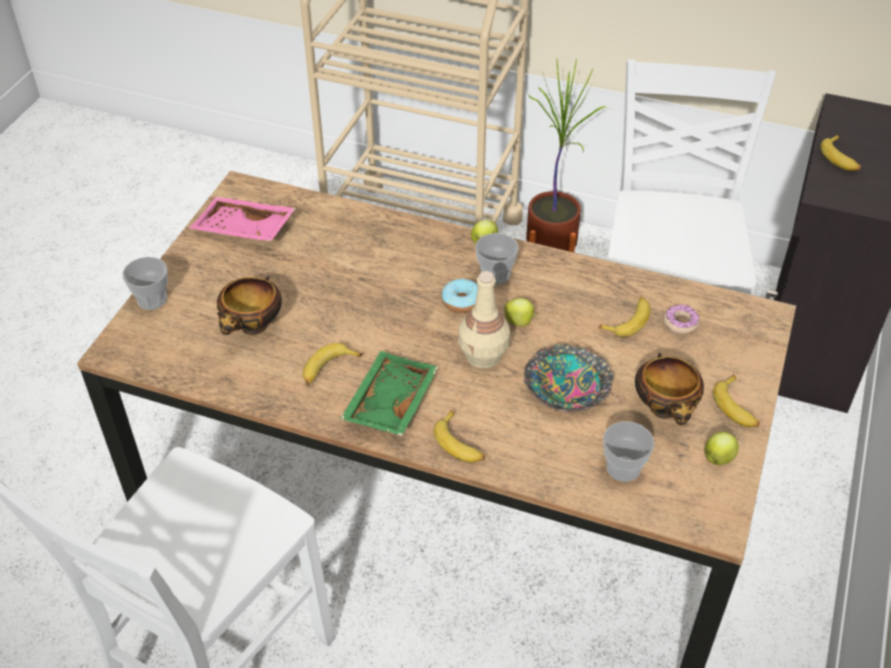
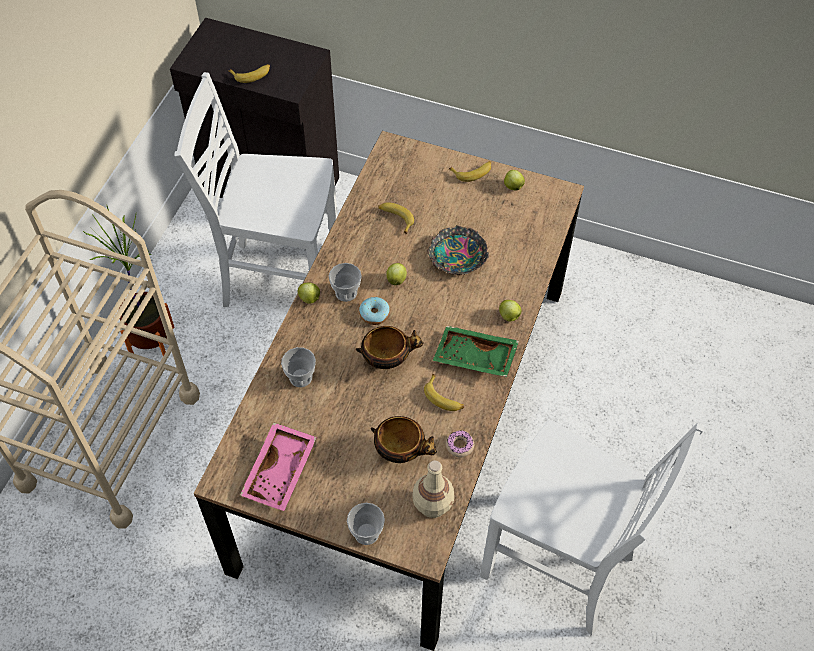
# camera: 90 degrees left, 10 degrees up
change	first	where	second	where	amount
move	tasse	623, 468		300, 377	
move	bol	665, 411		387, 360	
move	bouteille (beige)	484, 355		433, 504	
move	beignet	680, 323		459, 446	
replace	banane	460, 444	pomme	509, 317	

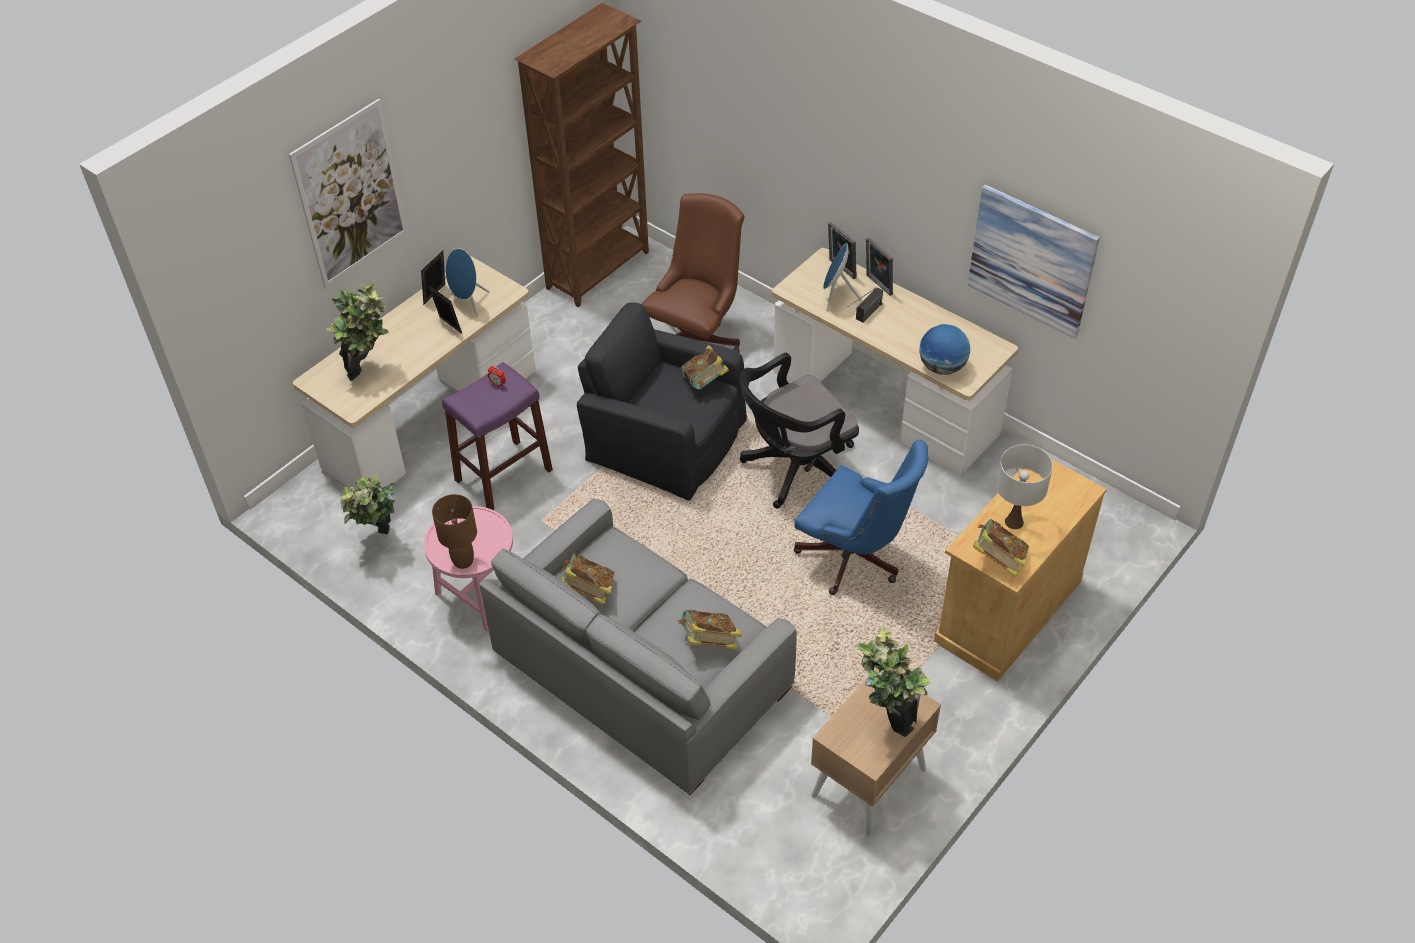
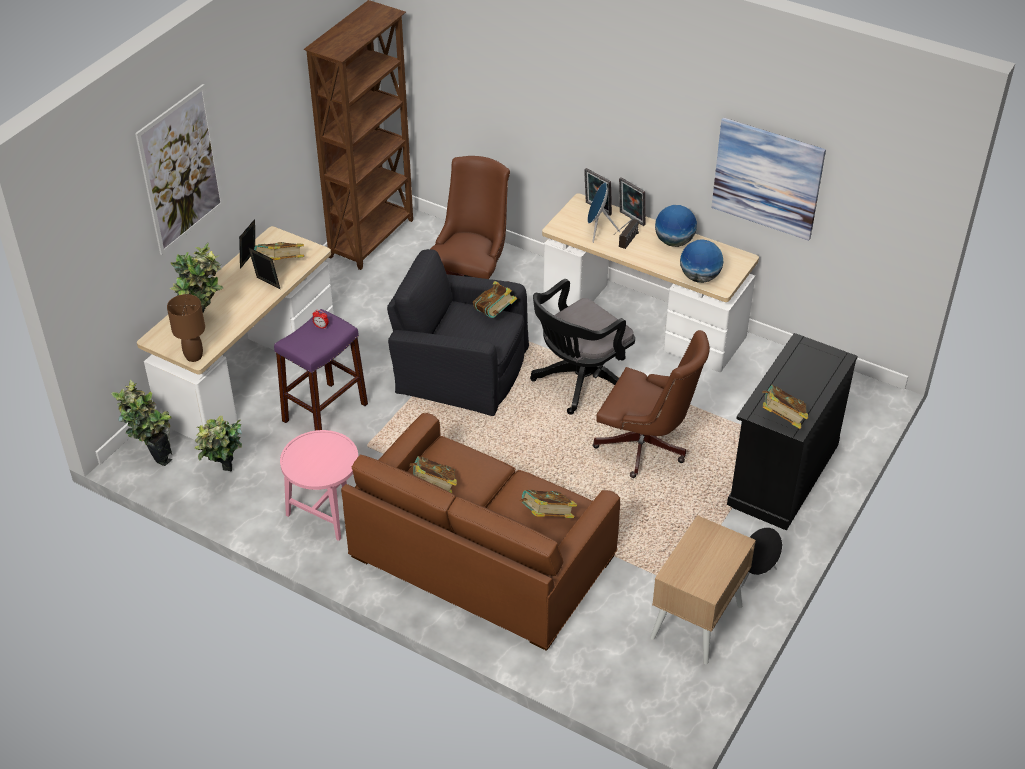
# camera: 10 degrees left, 5 degrees down
change	first	where	second	where	amount
move	plante en pot	886, 719		153, 456	
move	lampe de table (marron)	463, 561		194, 356	
replace	enceinte (bleu)	468, 303	livre	280, 264	
recolor	canapé (gris)	639, 670	canapé (marron)	481, 556	
recolor	chaise de bureau (bleu)	855, 559	chaise de bureau (marron)	646, 448	
insert			globe	674, 242	
recolor	meuble de rangement (beige)	1007, 611	meuble de rangement (noir)	783, 474	
insert			enceinte (noir)	756, 575	
delete	lampe de table (blanc)	1014, 522			

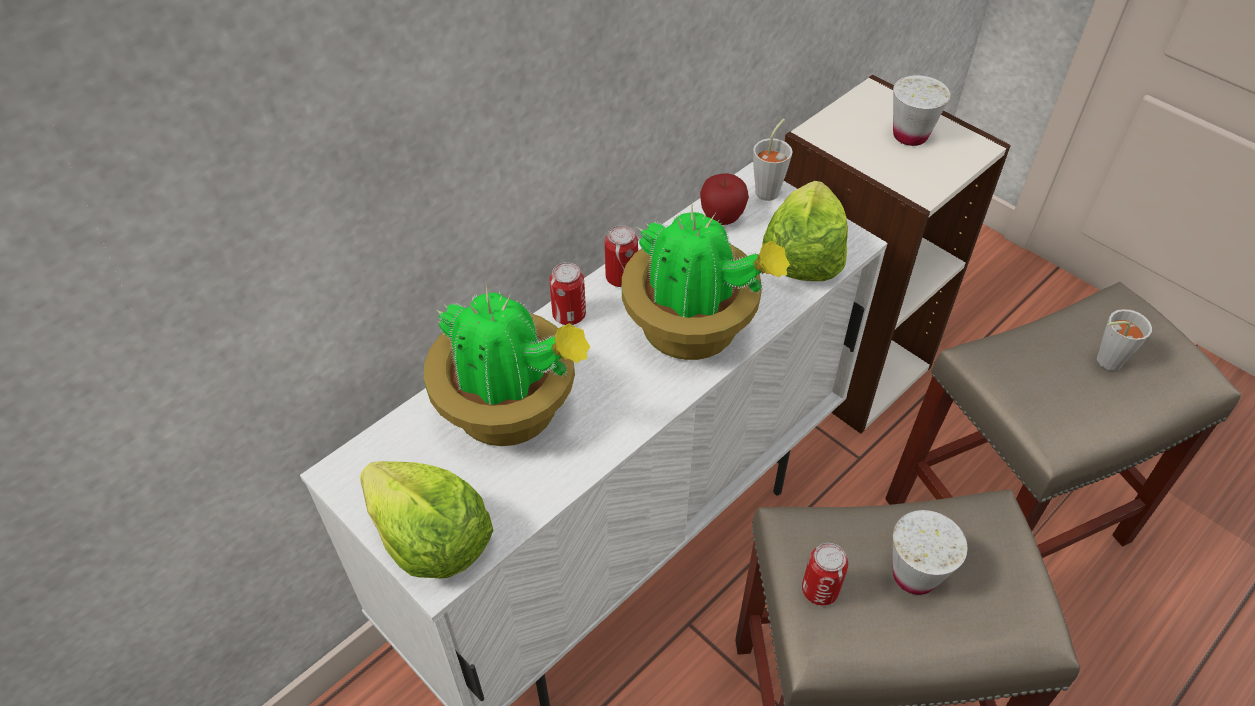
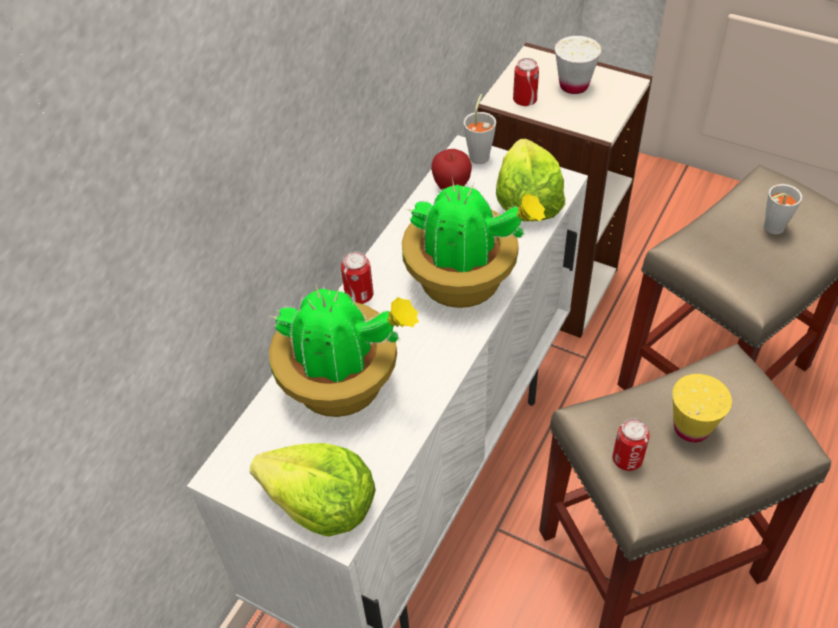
# camera: 15 degrees left, 0 degrees up
change	first	where	second	where	amount
move	boîte métallique	621, 278		525, 100	
recolor	tasse (blanc)	914, 575	tasse (jaune)	691, 428	

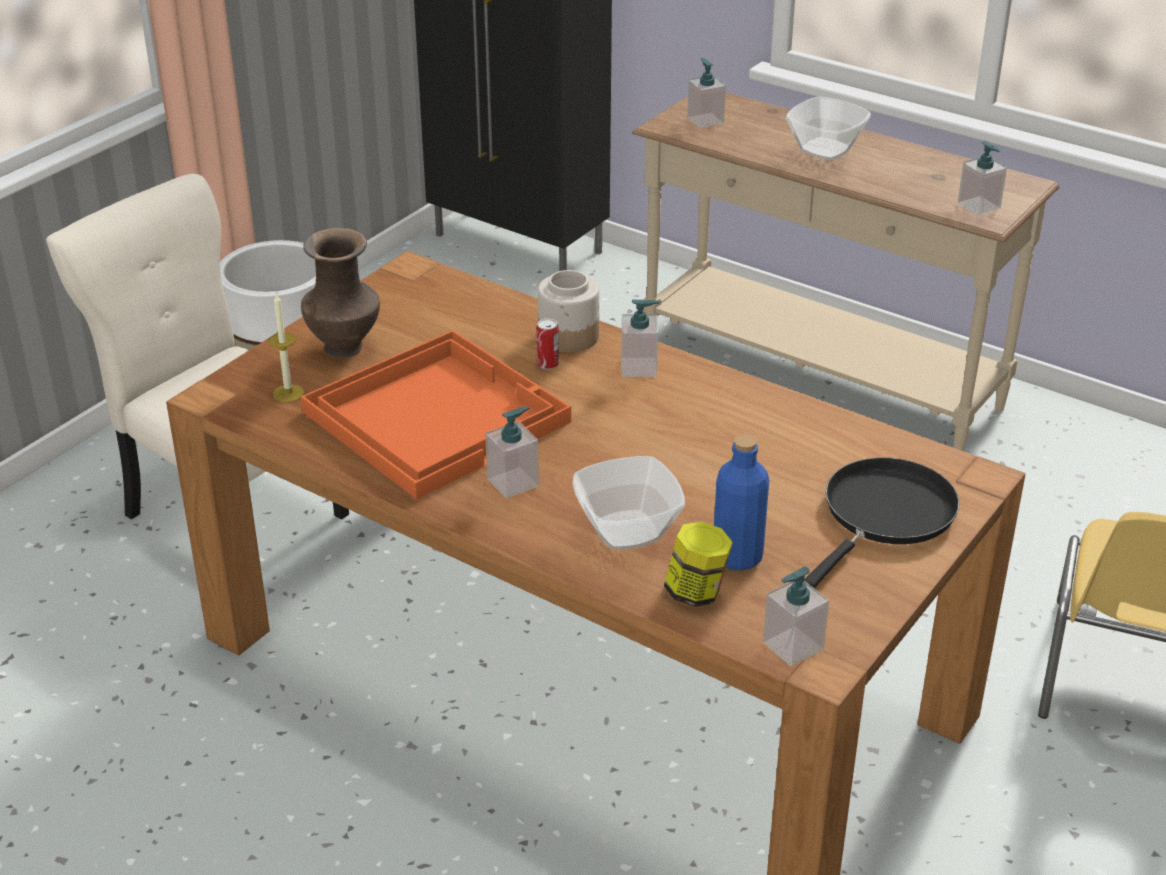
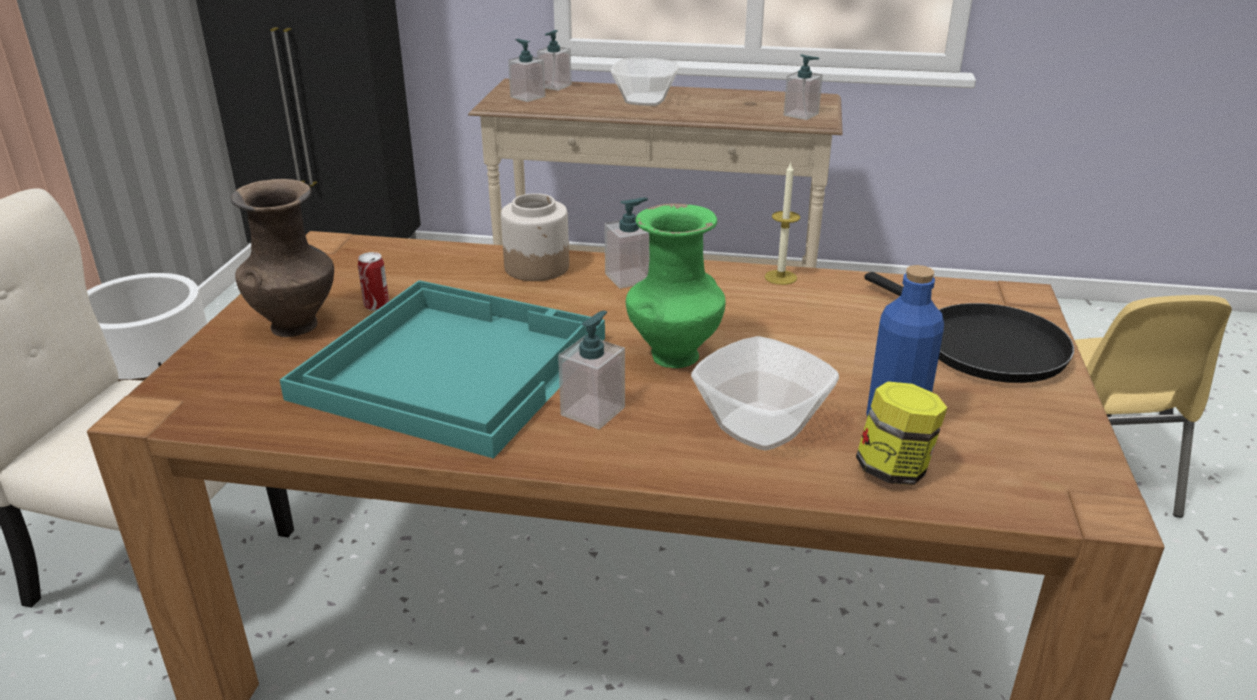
# camera: 25 degrees left, 5 degrees down
change	first	where	second	where	amount
recolor	plateau (orange)	436, 415	plateau (turquoise)	451, 366	
move	boîte métallique	547, 364		376, 305	
move	distributeur de savon	792, 646		555, 86	
insert			vase (vert)	673, 357	
move	bougie	288, 393		780, 277	
rotate	poêle (noir)	885, 515		983, 346	135 degrees clockwise

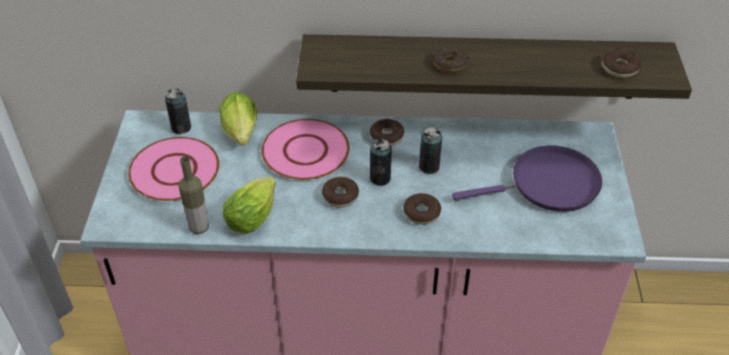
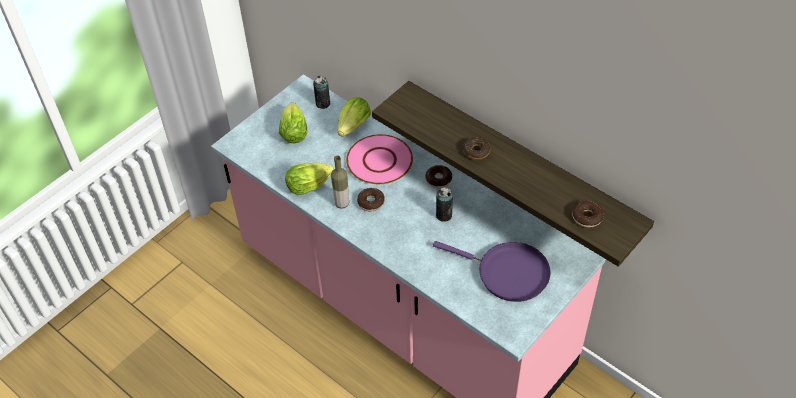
# camera: 40 degrees right, 5 degrees up
change	first	where	second	where	amount
replace	assiette (rose)	174, 171	laitue	294, 131	
move	bouteille	199, 227		342, 203	
delete	boîte métallique	380, 178			
delete	beignet	421, 213			

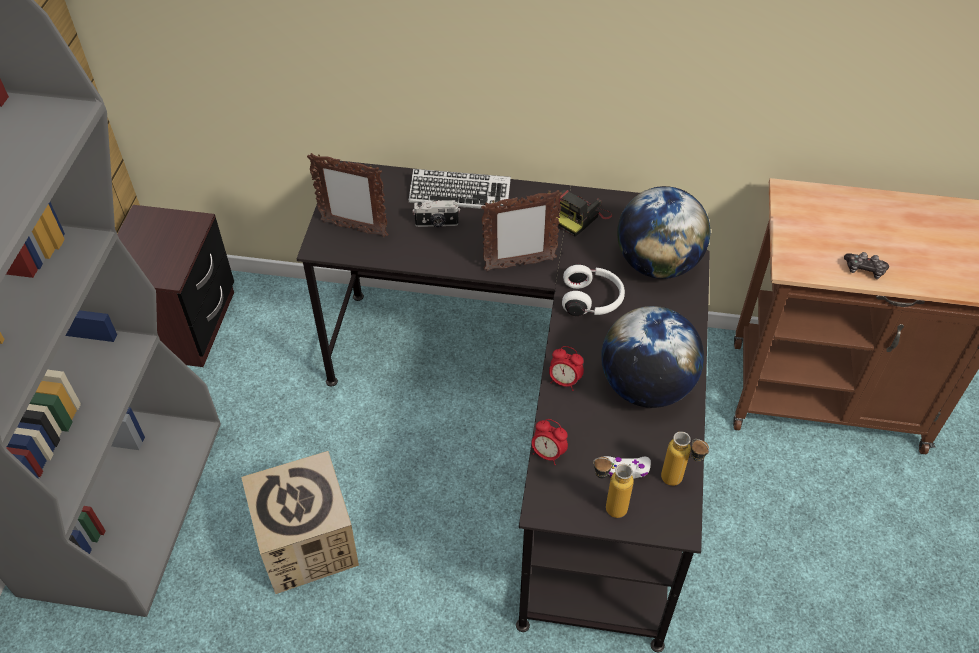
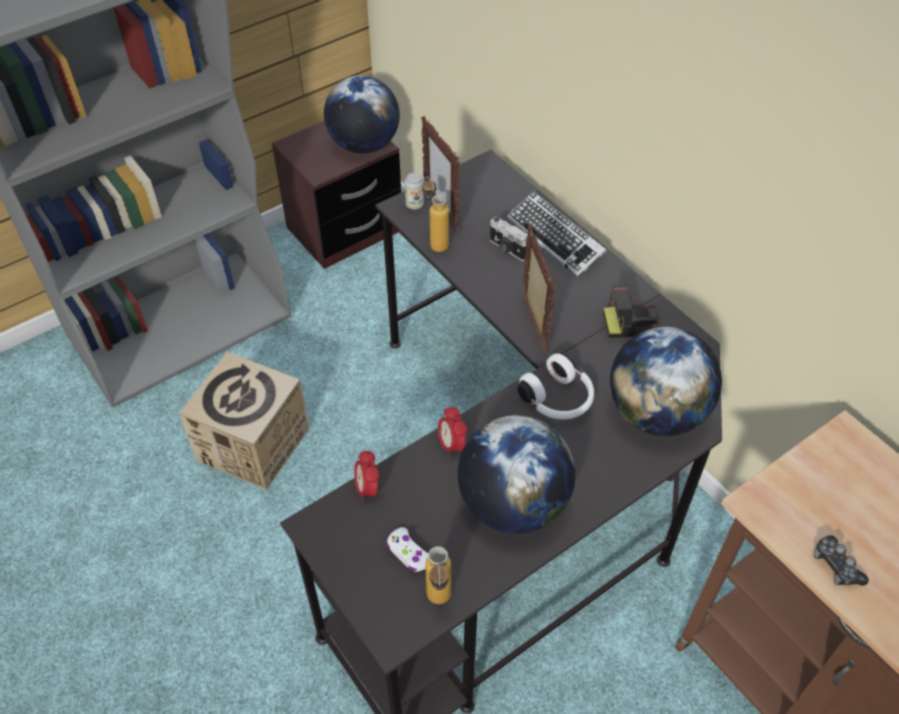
# camera: 45 degrees right, 0 degrees up
change	first	where	second	where	amount
insert			globe	364, 145	
insert			boîte métallique	414, 204	
move	bouteille	607, 507		435, 241	
rotate	cadre photo	519, 265		533, 327	135 degrees counterclockwise

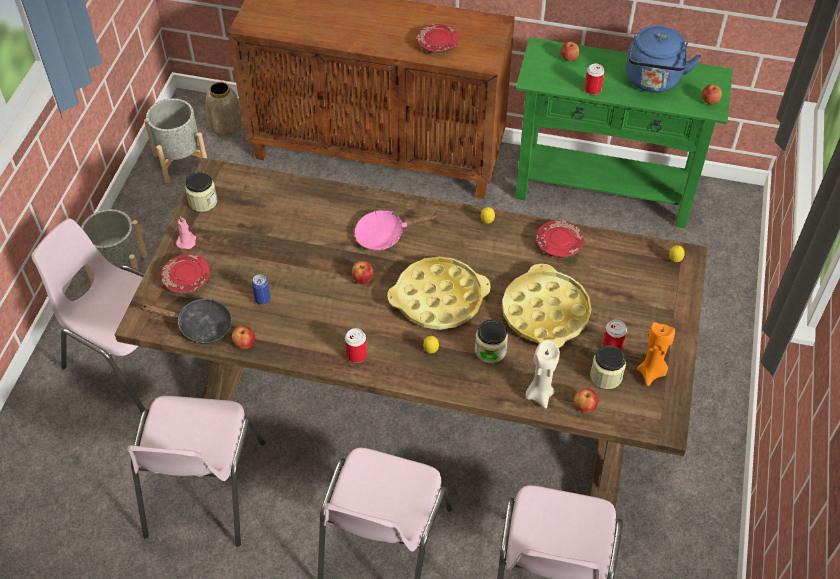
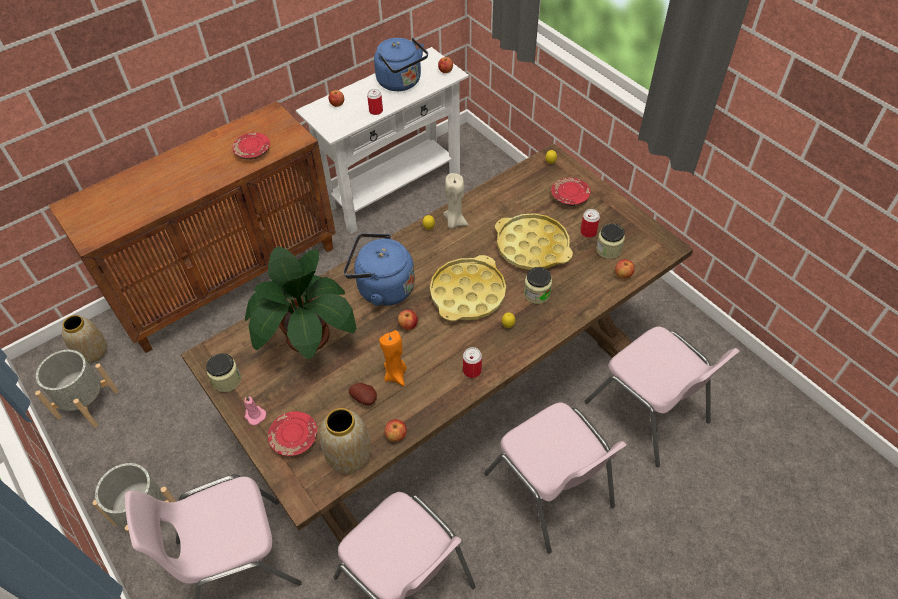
# camera: 50 degrees left, 0 degrees up
change	first	where	second	where	amount
insert			plante en pot	307, 338	
recolor	table console (vert)	603, 192	table console (blanc)	393, 190	
replace	poêle (noir)	199, 326	vase	349, 457	
replace	poêle (rose)	385, 235	bouilloire (bleu)	382, 288	
replace	boîte métallique	262, 299	pomme de terre	365, 398	
move	bougie (orange)	651, 373		396, 374	
move	bougie (beige)	539, 394		454, 222	
move	assiette (rouge)	558, 245		569, 197	

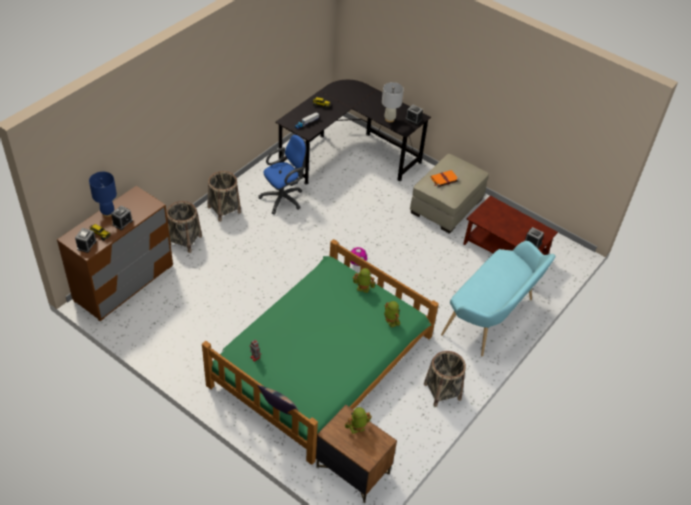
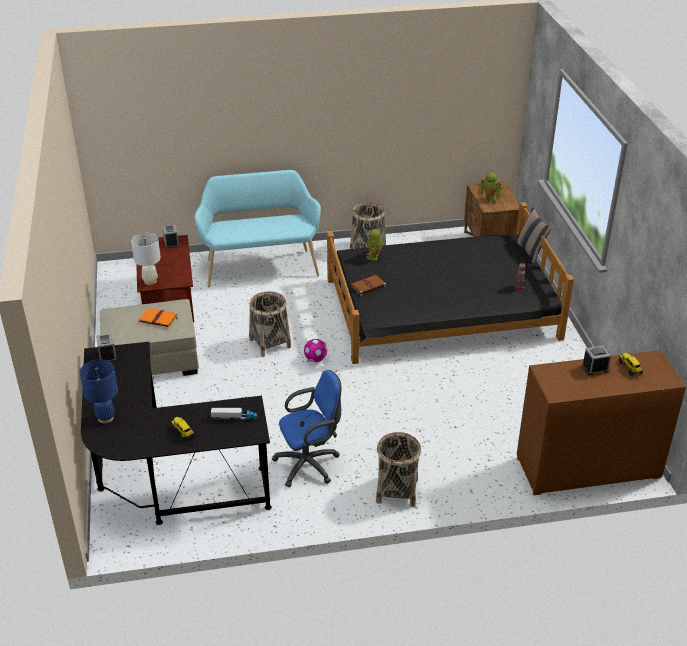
# camera: 135 degrees left, 10 degrees down
change	first	where	second	where	amount
move	lampe de table (bleu)	107, 212		105, 418	
move	lampe de table (blanc)	389, 119		150, 281	
move	panier	184, 240		270, 343	
rotate	chaise de bureau (bleu)	284, 198		310, 464	150 degrees clockwise
recolor	lit (vert)	322, 359	lit (noir)	440, 309	
replace	robot jouet	362, 289	livre (marron)	367, 286	
delete	réveil	86, 245			

